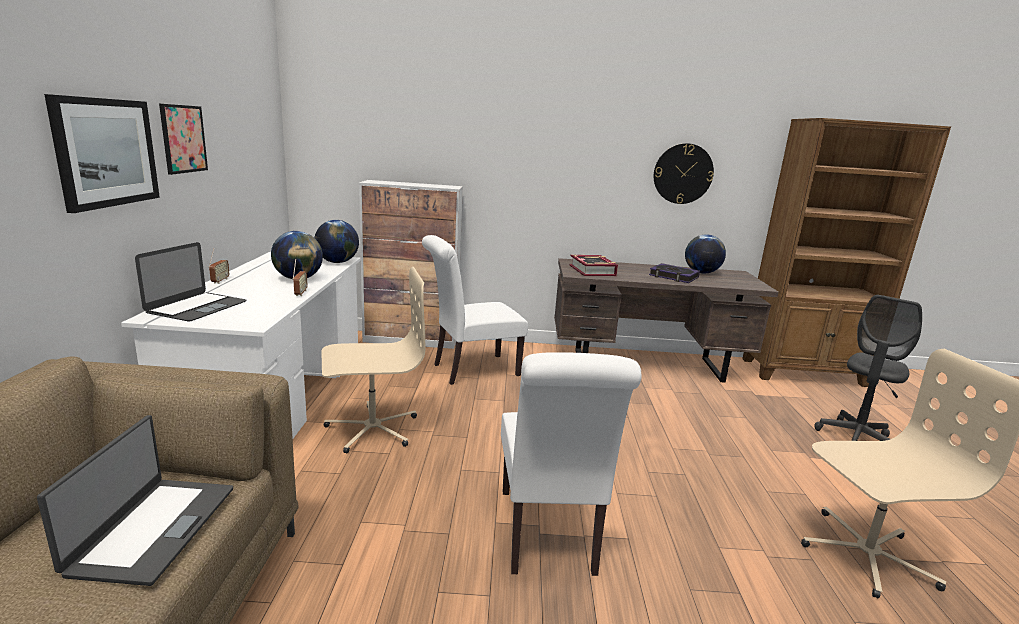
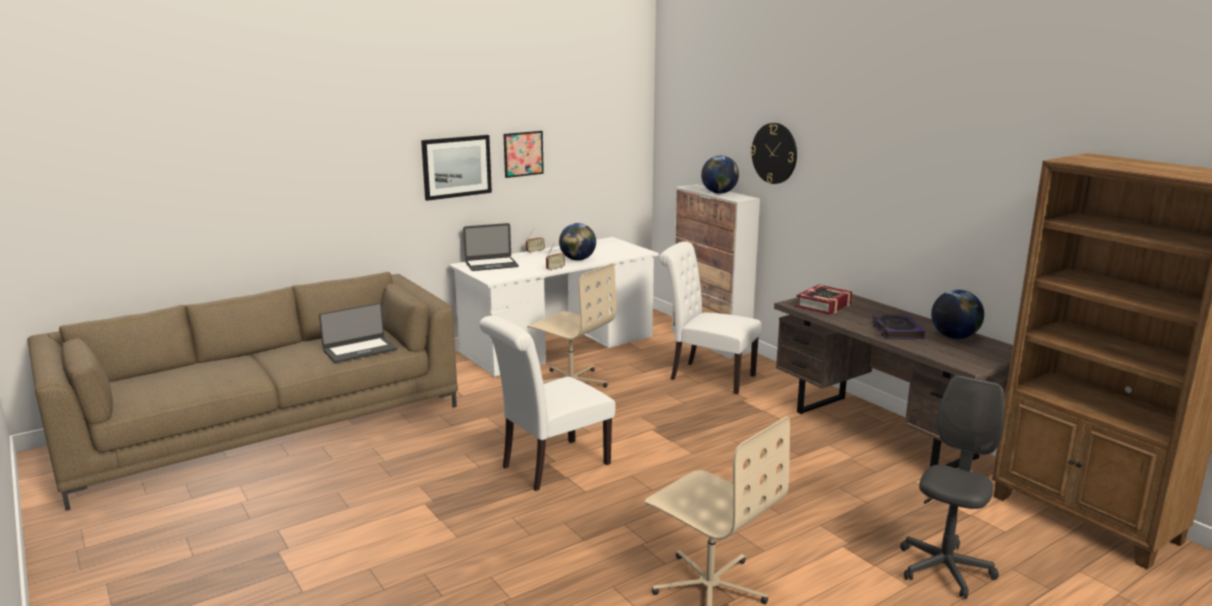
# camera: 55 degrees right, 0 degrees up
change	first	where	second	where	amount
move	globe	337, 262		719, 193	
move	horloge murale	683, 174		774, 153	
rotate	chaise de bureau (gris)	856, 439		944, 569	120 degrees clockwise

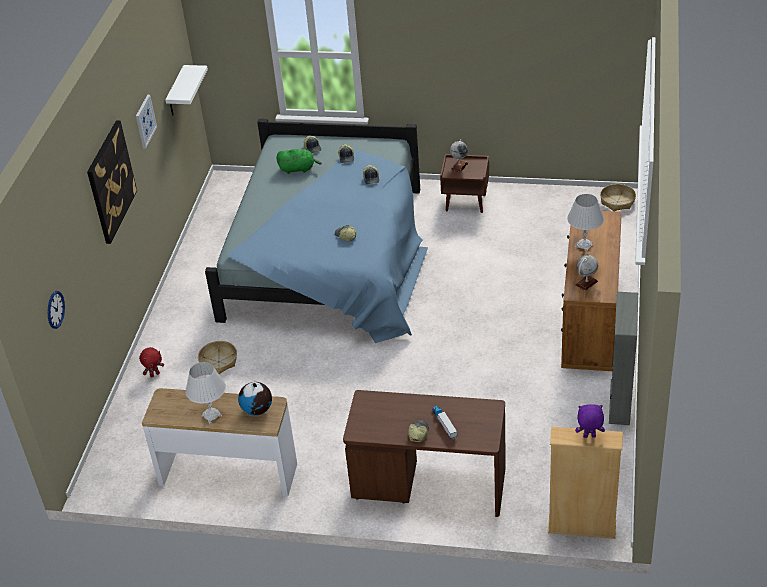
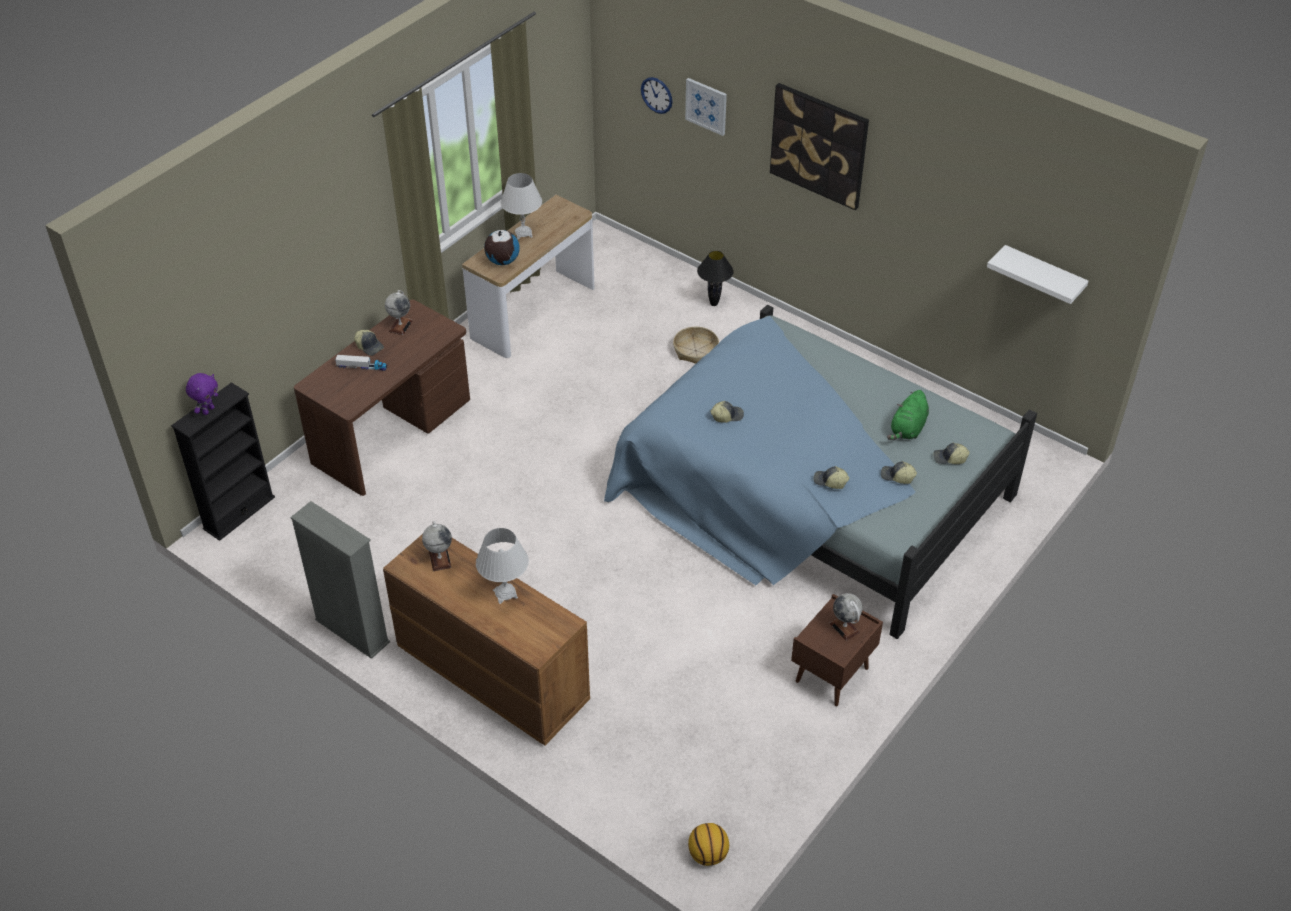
# camera: 115 degrees right, 5 degrees up
change	first	where	second	where	amount
recolor	bibliothèque (beige)	581, 527	bibliothèque (noir)	239, 513	
insert			globe	400, 326	
move	tableau	145, 121		706, 106	
replace	panier	617, 202	ballon de basket	707, 855	
replace	peluche (rouge)	154, 374	lampe de table (noir)	714, 304	

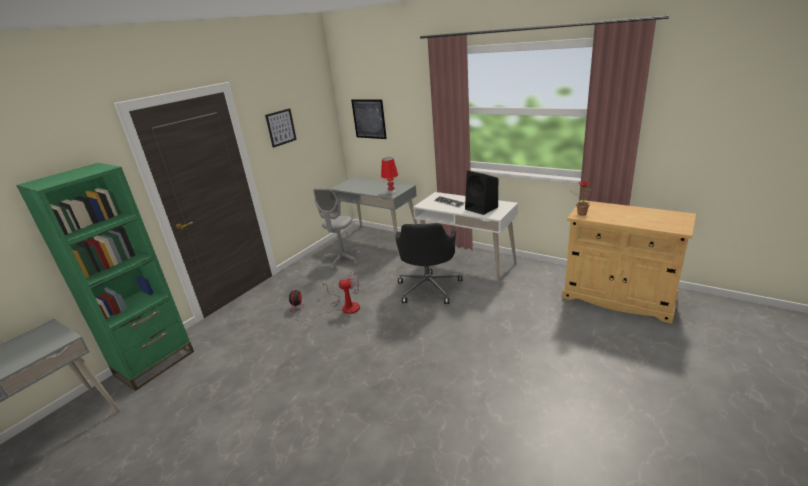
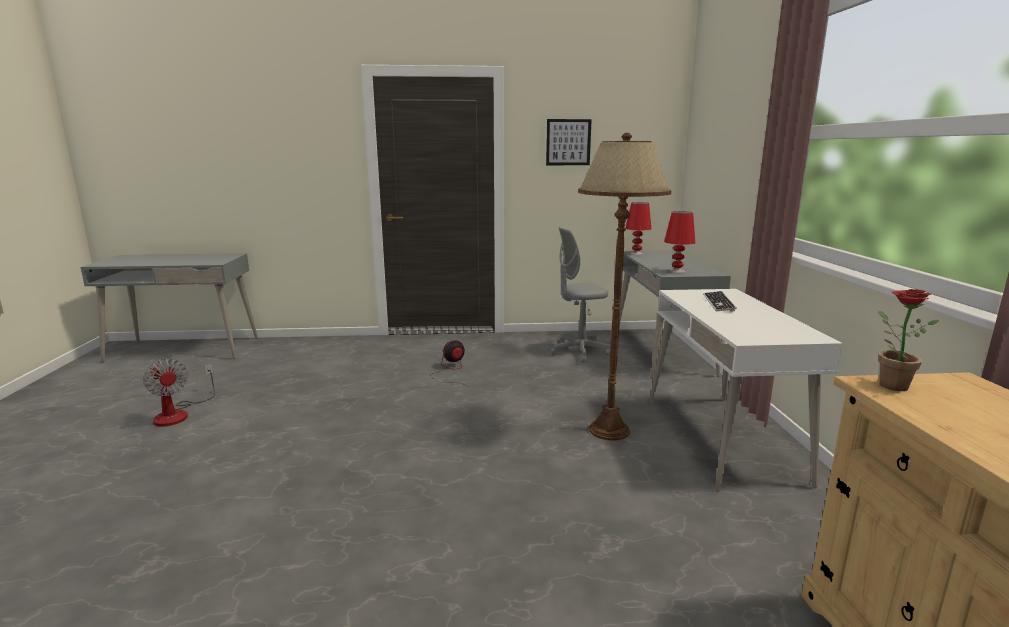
# camera: 50 degrees right, 10 degrees down
change	first	where	second	where	amount
move	ventilateur	346, 306		179, 413	
replace	chaise de bureau (noir)	429, 287	lampadaire (marron)	609, 430	
insert			lampe de table (rouge)	636, 254	
delete	bibliothèque (vert)	155, 363			
delete	tableau	369, 119			
delete	enceinte (noir)	482, 208			

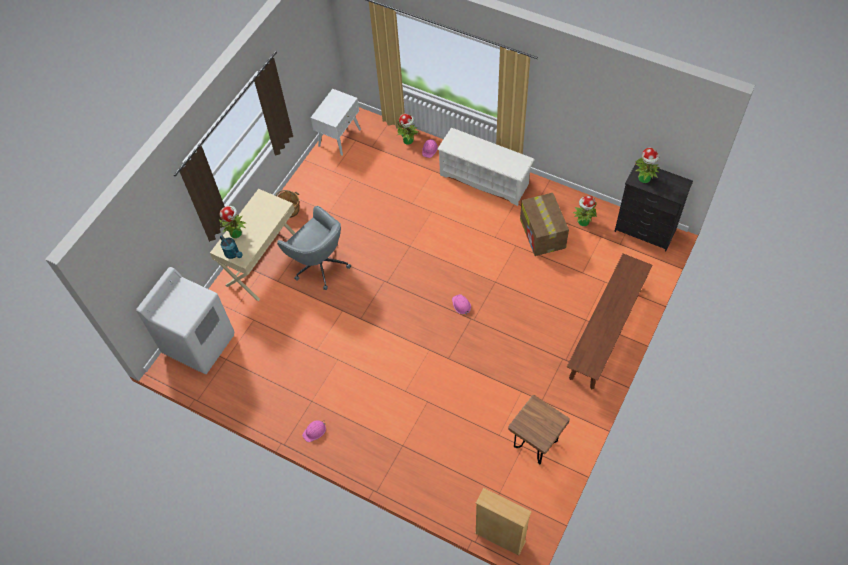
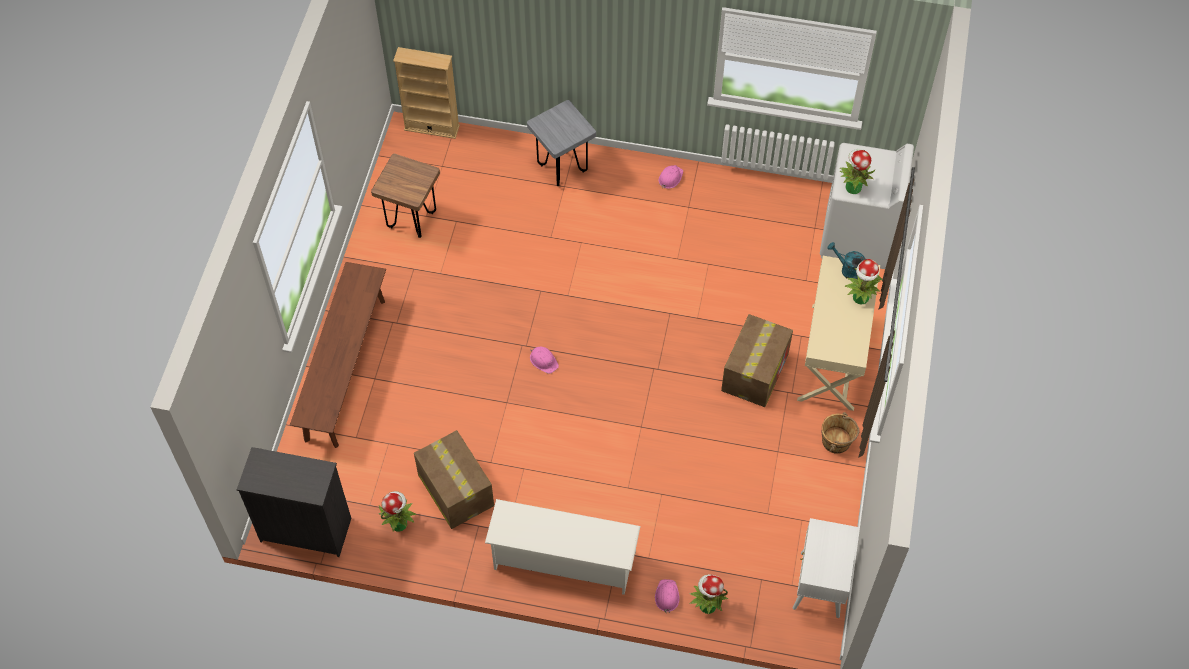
# camera: 160 degrees right, 0 degrees up
change	first	where	second	where	amount
insert			tabouret (gris)	562, 168	
replace	chaise de bureau (gris)	319, 264	carton	755, 371	
move	plante en pot	644, 178		852, 187	

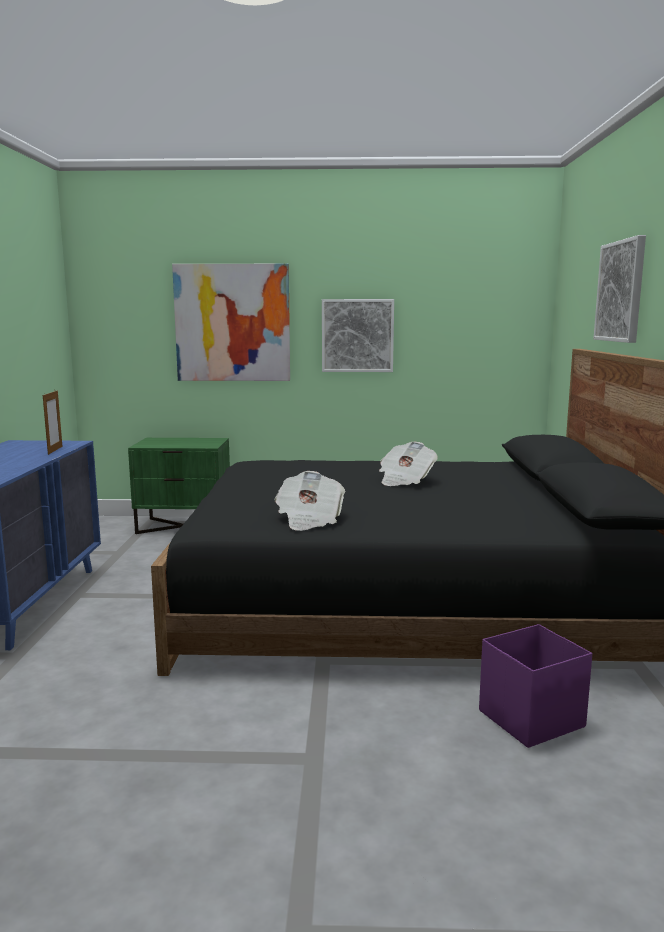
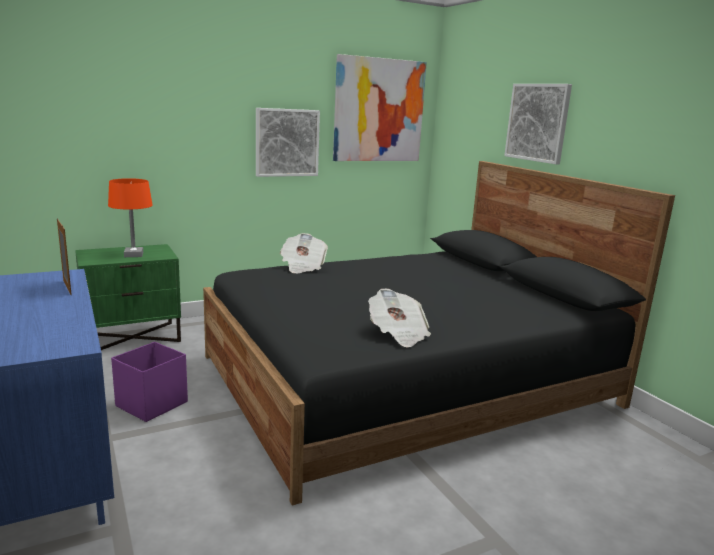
# camera: 30 degrees left, 5 degrees up
change	first	where	second	where	amount
insert			lampe de table (orange)	133, 255	
move	boîte de rangement (violet)	529, 719		151, 404	
move	journal	405, 480		303, 266	
move	tableau	232, 323		379, 110	

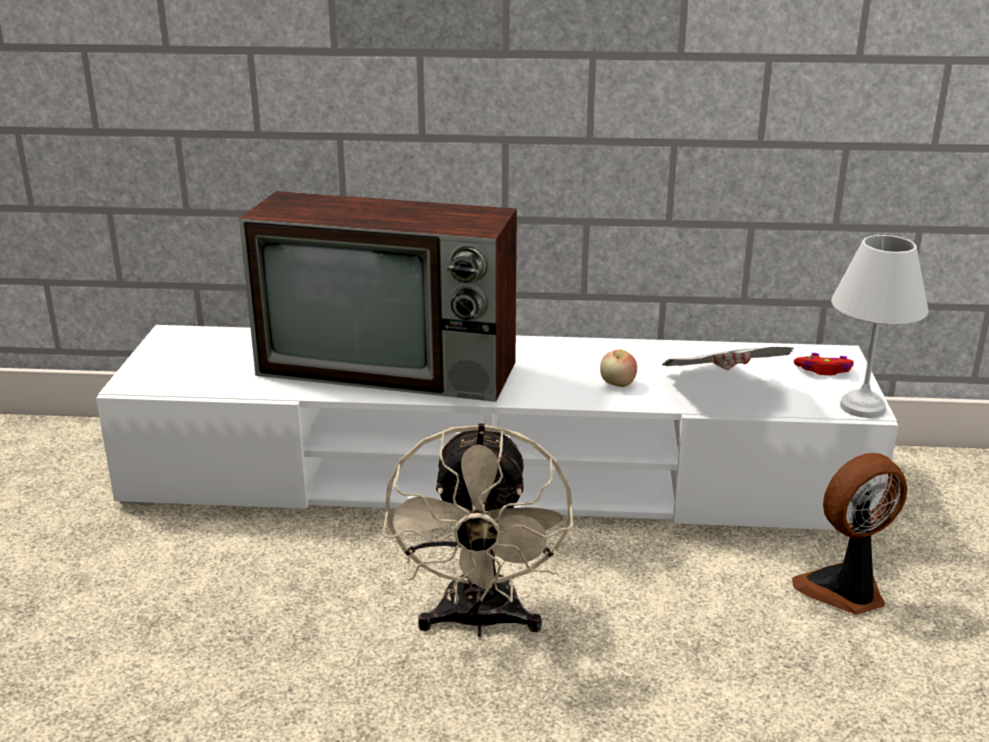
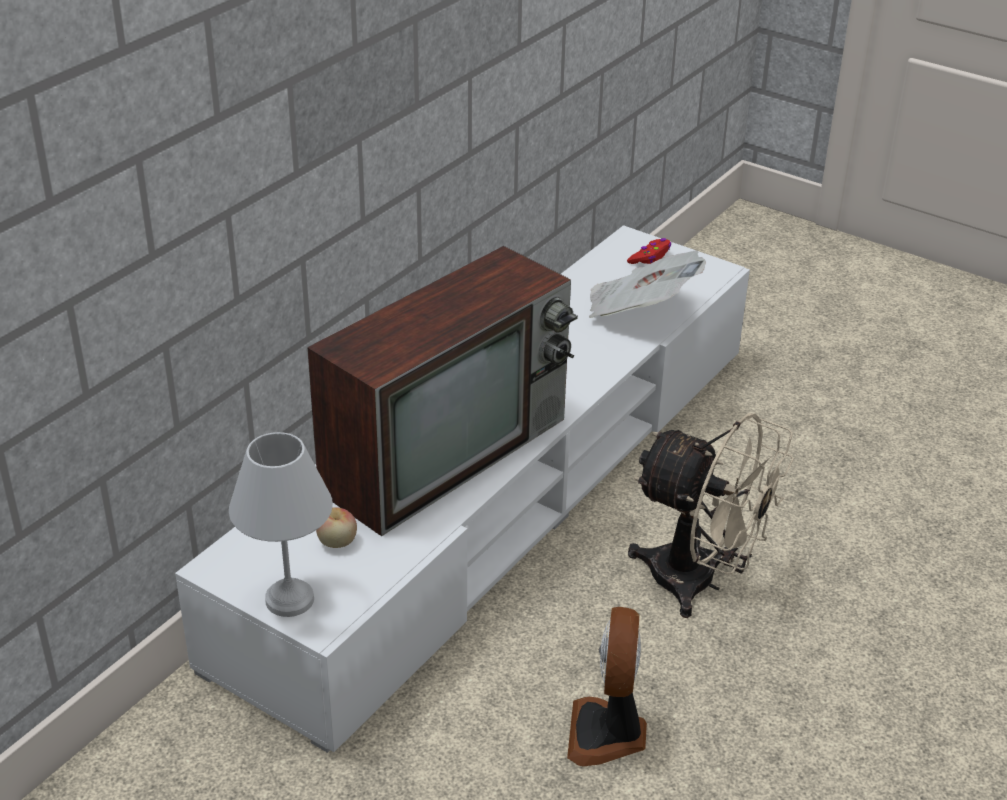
# camera: 60 degrees left, 10 degrees up
change	first	where	second	where	amount
move	lampe de table (blanc)	860, 407		289, 601	
move	pomme	617, 384		337, 542	
move	ventilateur	845, 591		608, 734	

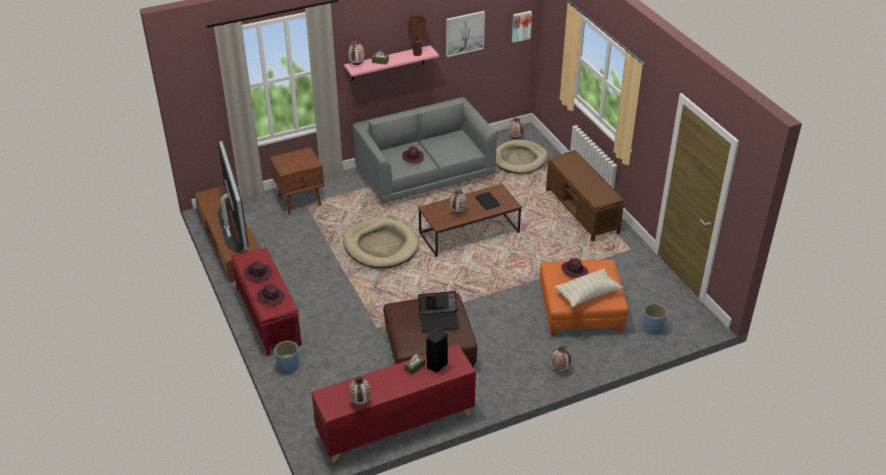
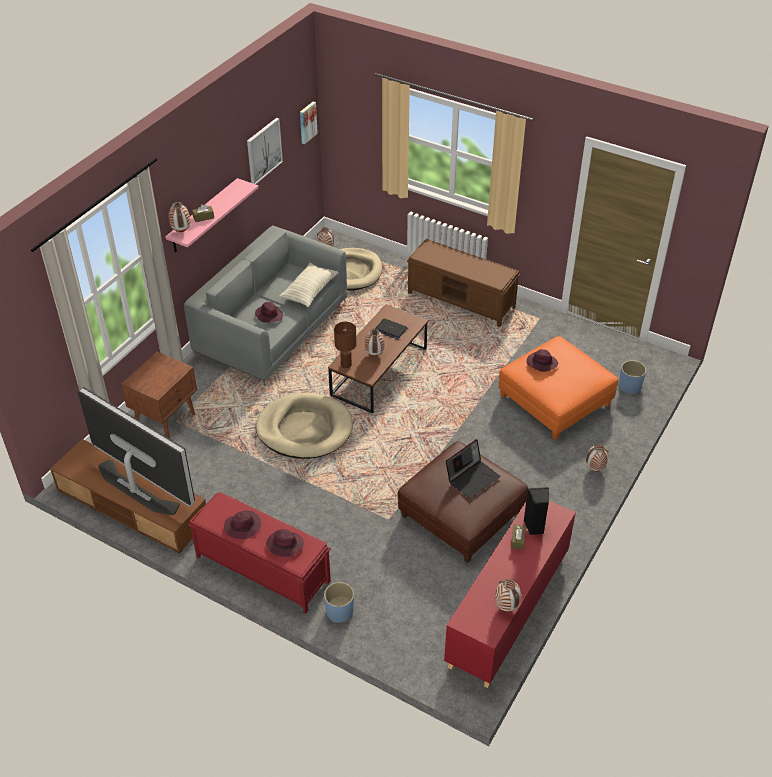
# camera: 35 degrees left, 5 degrees up
change	first	where	second	where	amount
move	coussin	587, 294		309, 291	
move	lampe de table (marron)	417, 54		346, 365	

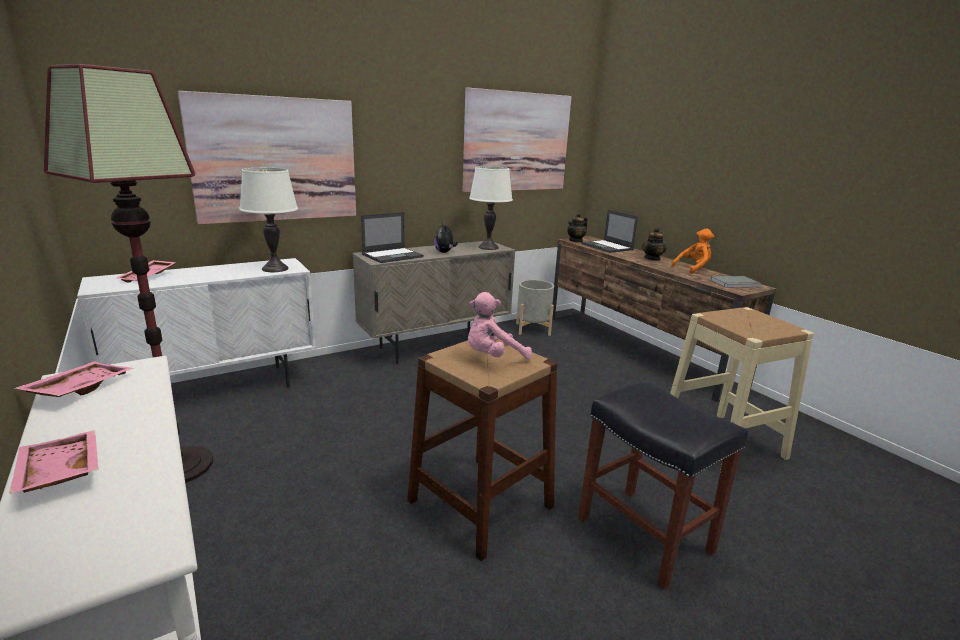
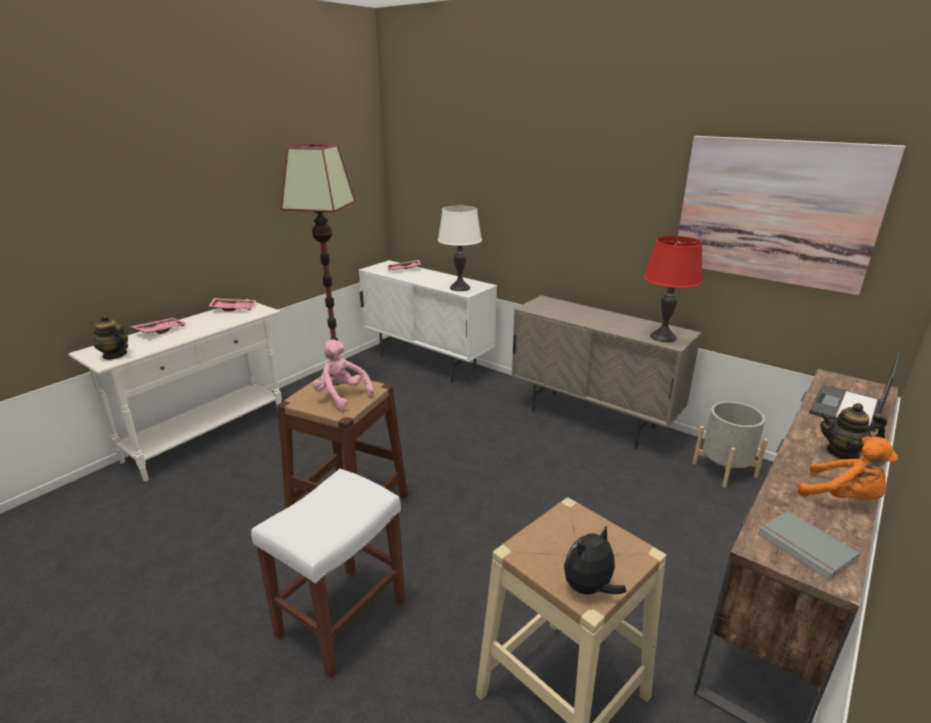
# camera: 70 degrees right, 5 degrees up
change	first	where	second	where	amount
move	théière	576, 240		115, 355	
recolor	tabouret (noir)	646, 535	tabouret (blanc)	341, 620	
move	peluche	445, 252		589, 589	
recolor	lampe de table (blanc)	488, 247	lampe de table (rouge)	663, 337	
delete	tableau	276, 160			
delete	ordinateur portable	393, 255			

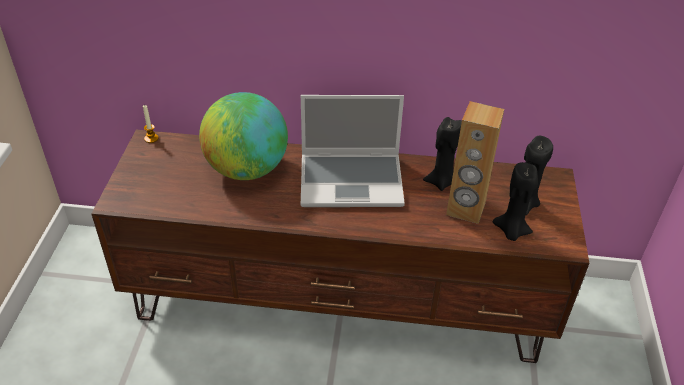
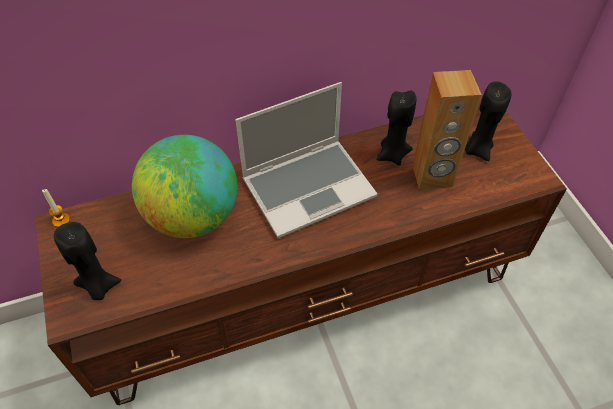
# camera: 25 degrees left, 10 degrees up
change	first	where	second	where	amount
move	bougie (noir)	511, 231		98, 286	

